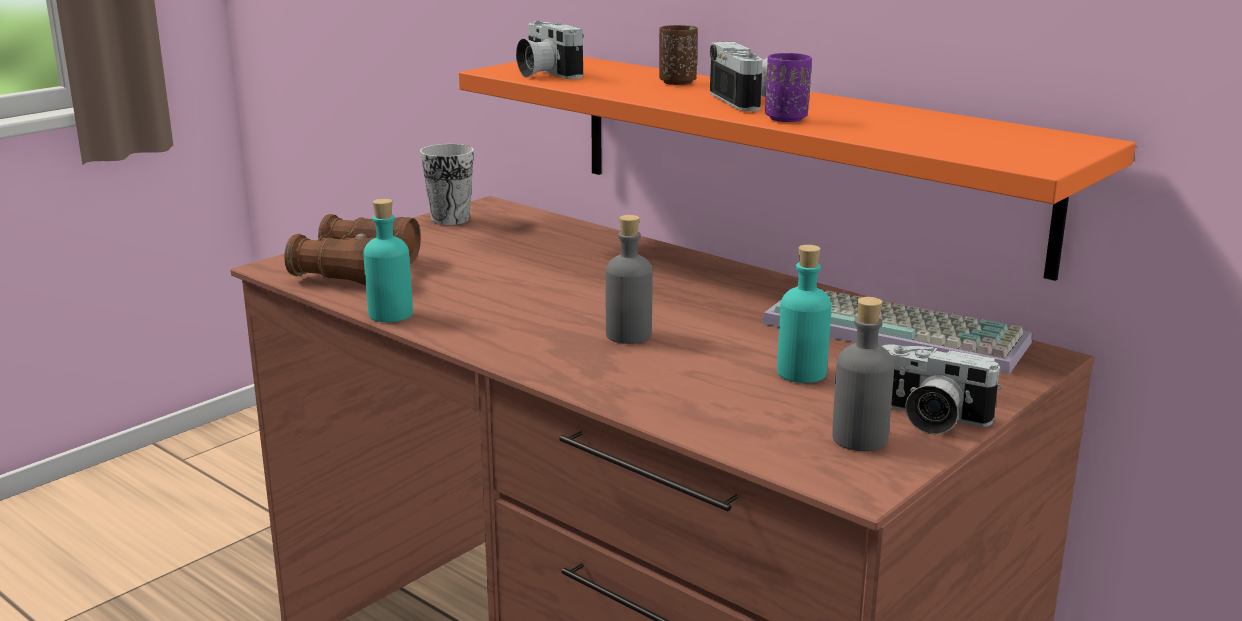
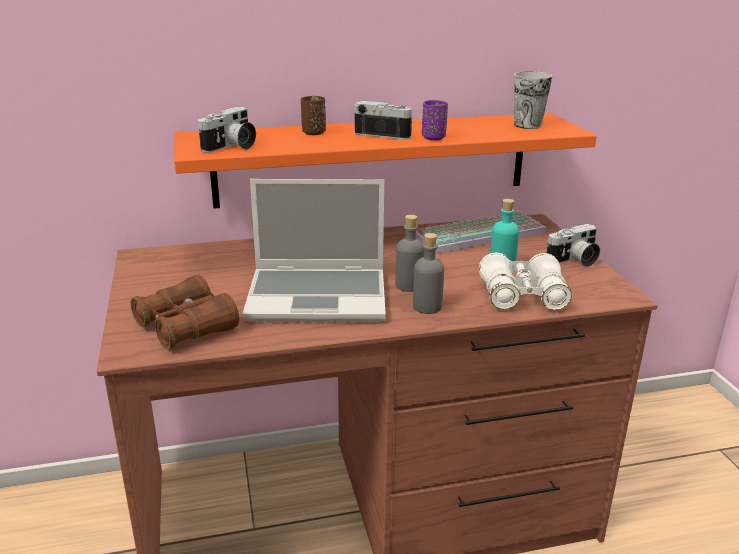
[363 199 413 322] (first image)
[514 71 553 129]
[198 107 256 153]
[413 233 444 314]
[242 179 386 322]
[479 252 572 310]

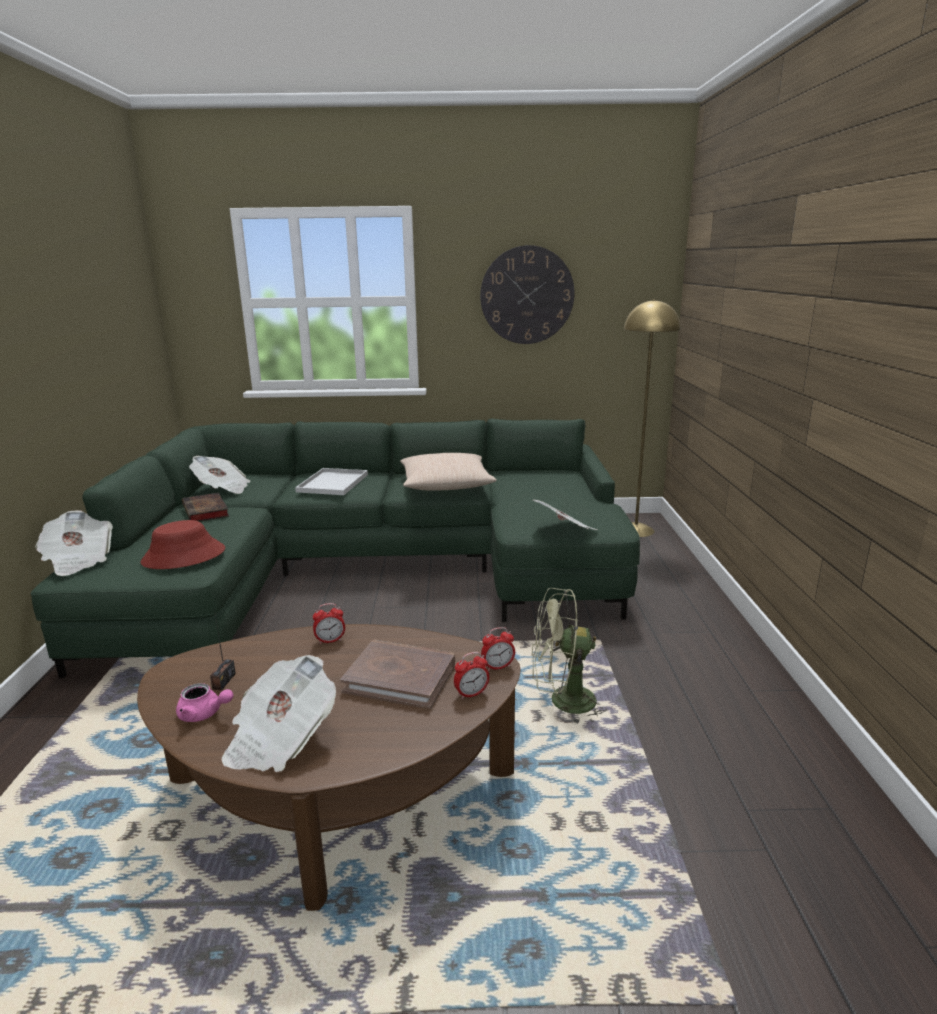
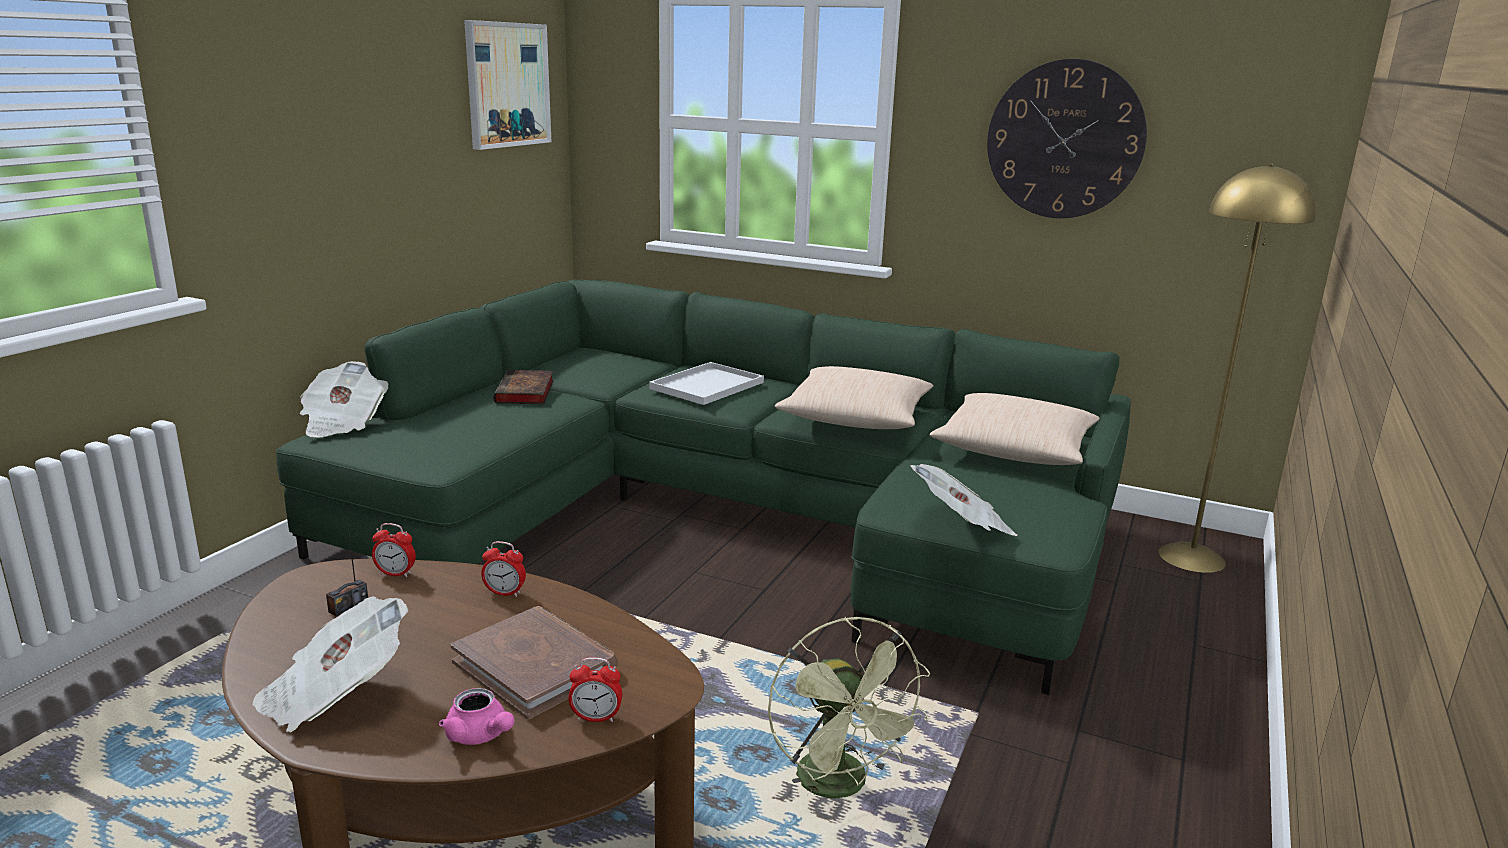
[140 520 225 569] (first image)
[439 688 514 745]
[189 456 250 494] (first image)
[372 523 416 577]
[768 617 930 798]
[464 20 551 150]
[929 393 1100 465]

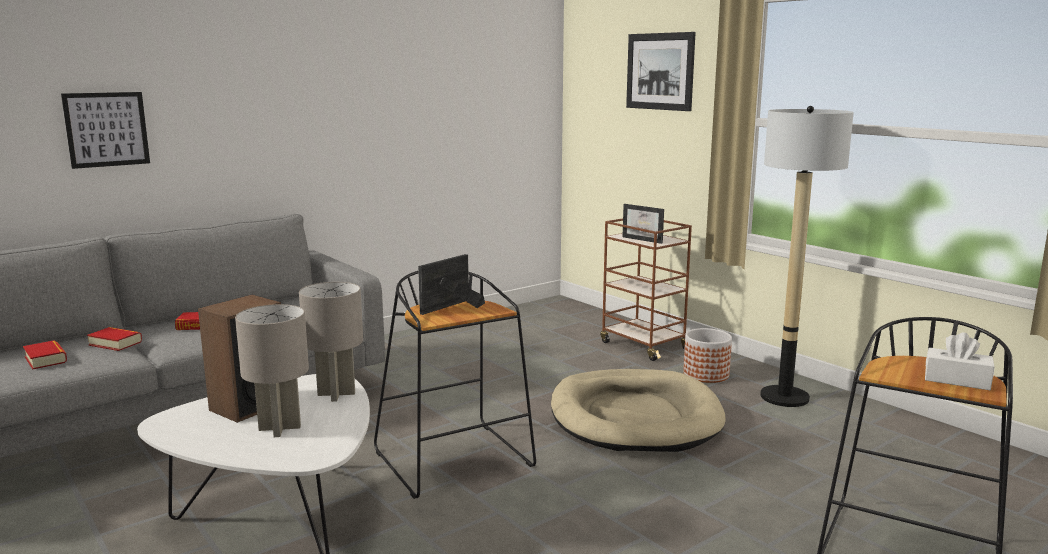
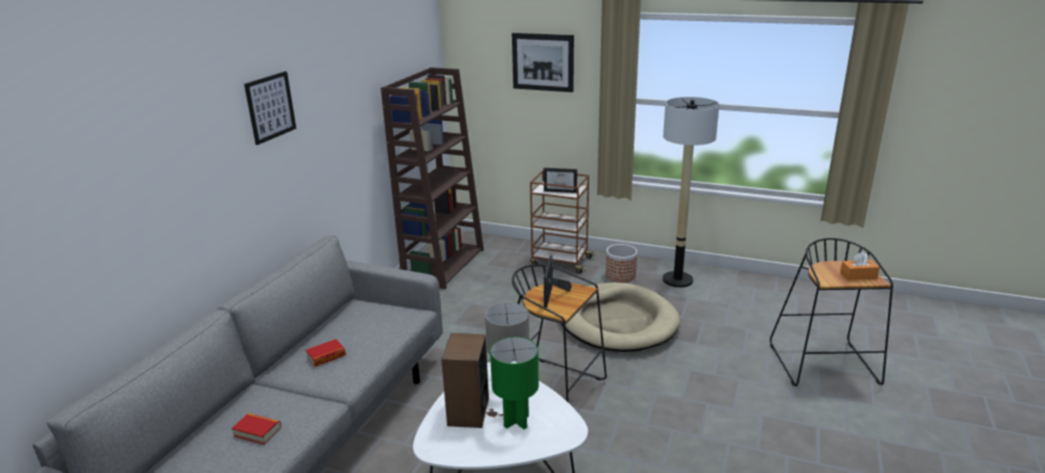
[244 71 296 145]
[87 327 142 351] (first image)
[490 337 539 430]
[840 252 880 280]
[381 67 484 289]

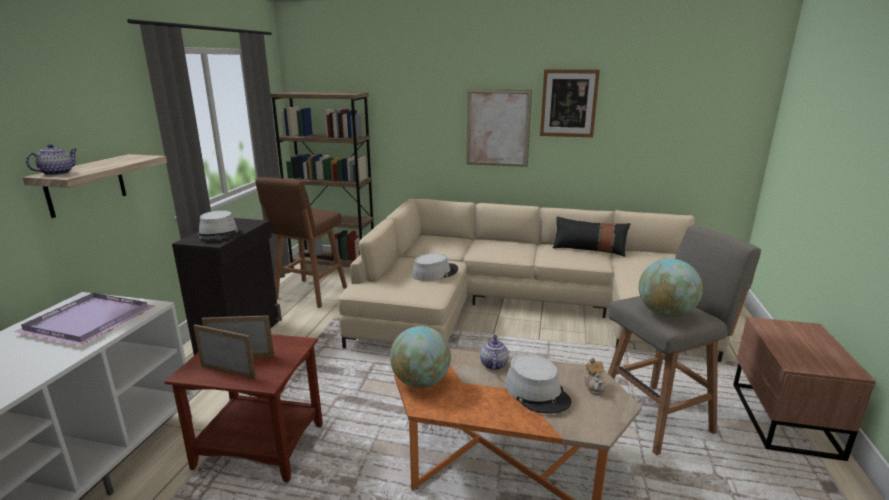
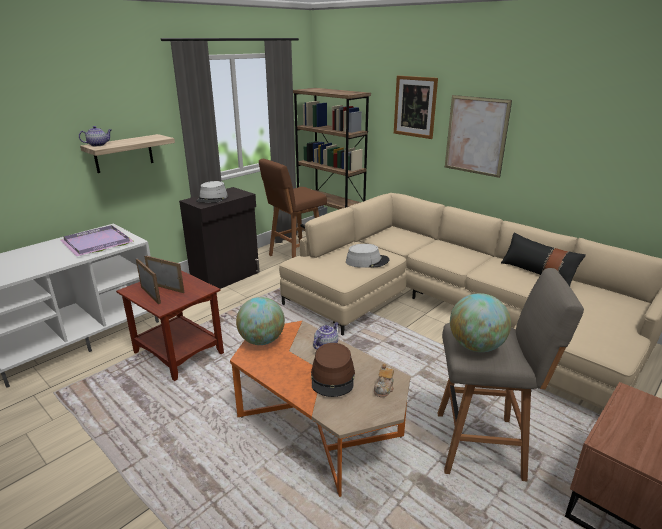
[311 343 355 397]
[394 76 438 139]

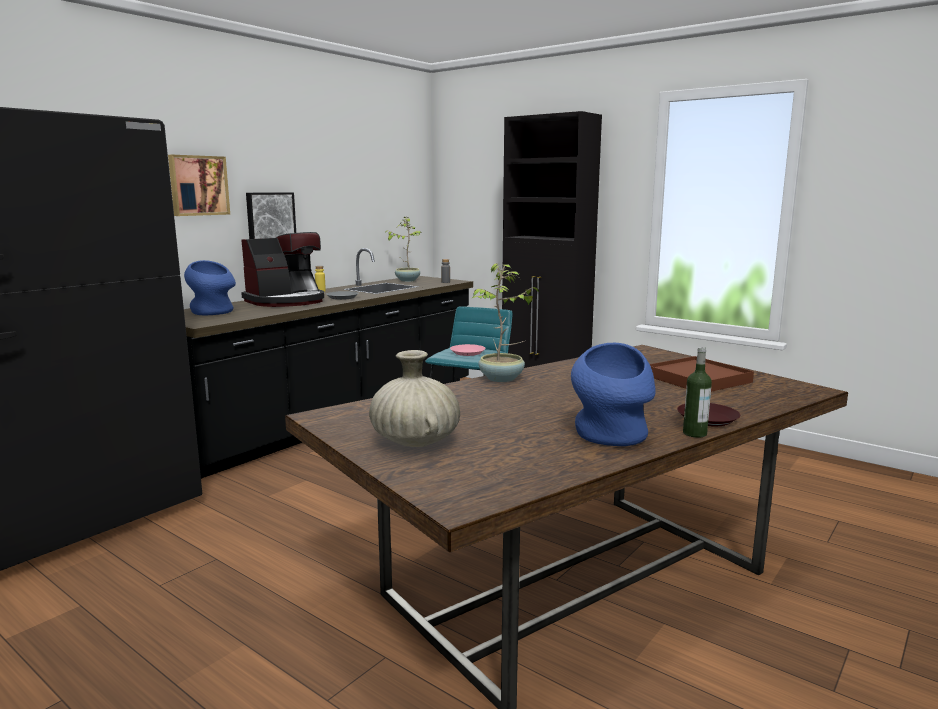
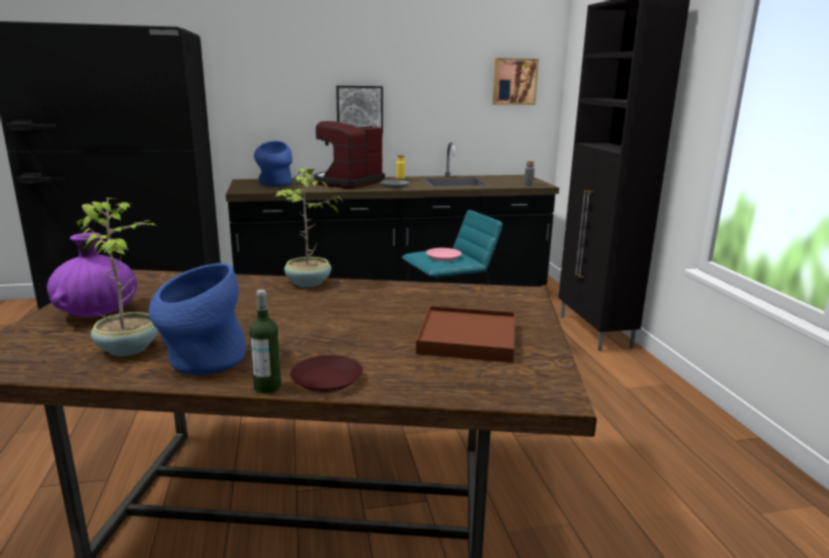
[492 58 539 105]
[314 121 385 189]
[47 233 137 317]
[76 198 159 356]

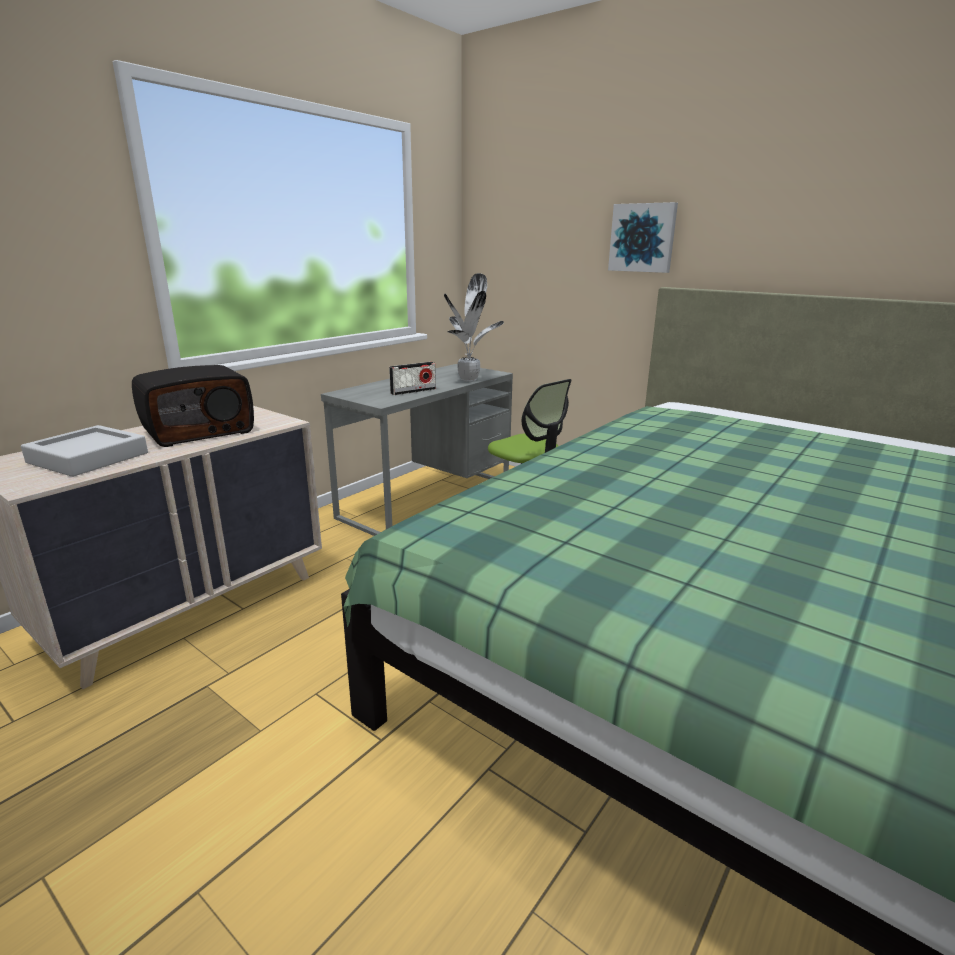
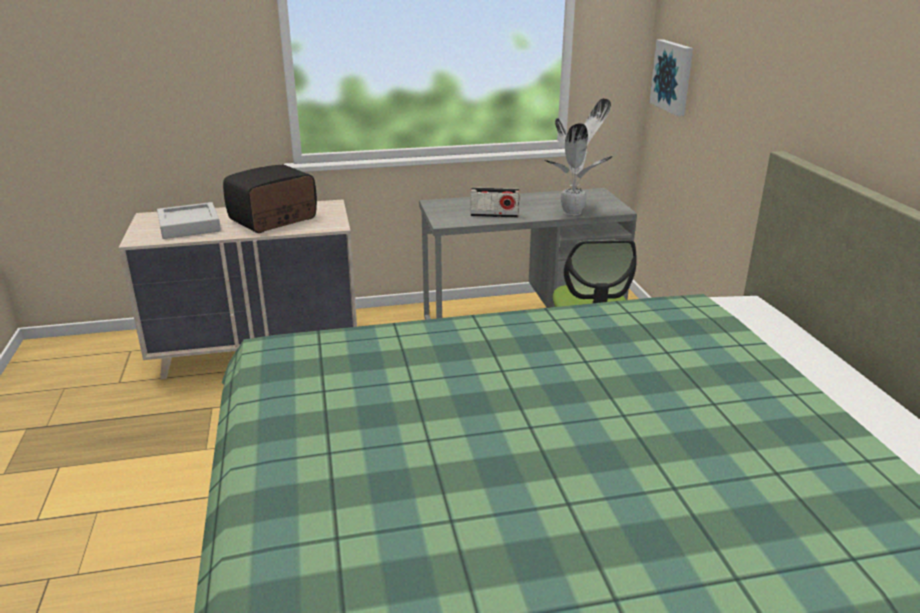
[223 165 317 233]
[649 39 693 116]

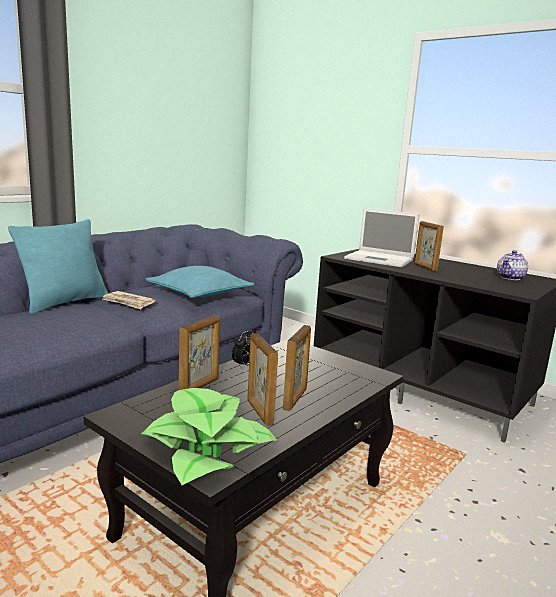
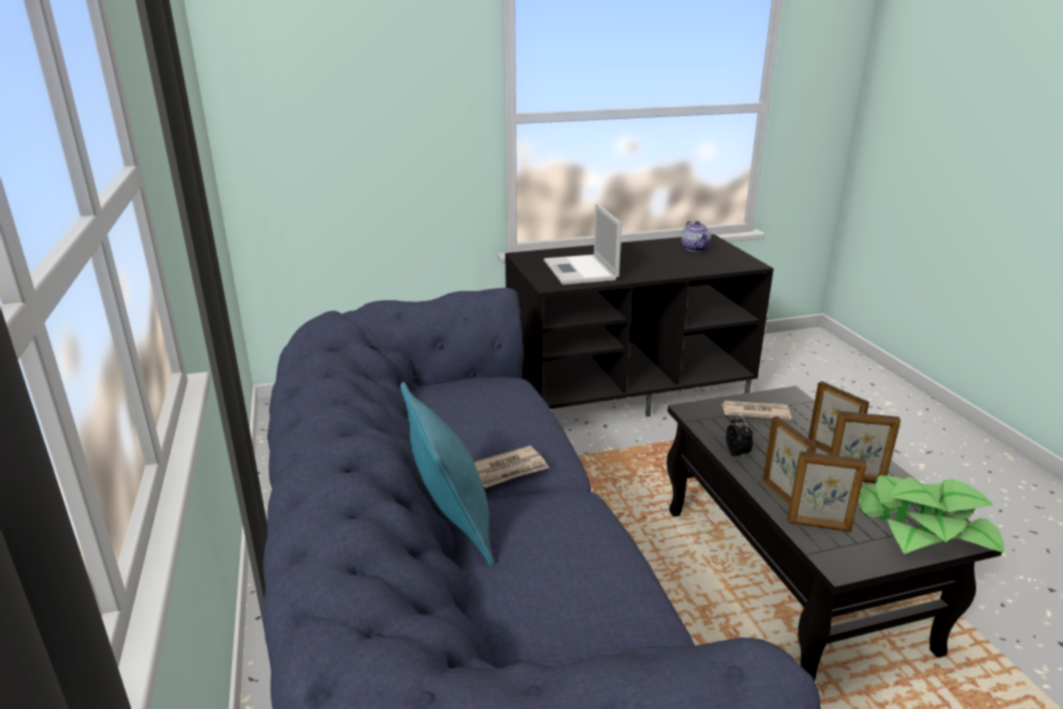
[146 266 254 298] (first image)
[544 204 622 285]
[787 451 867 532]
[722 401 792 420]

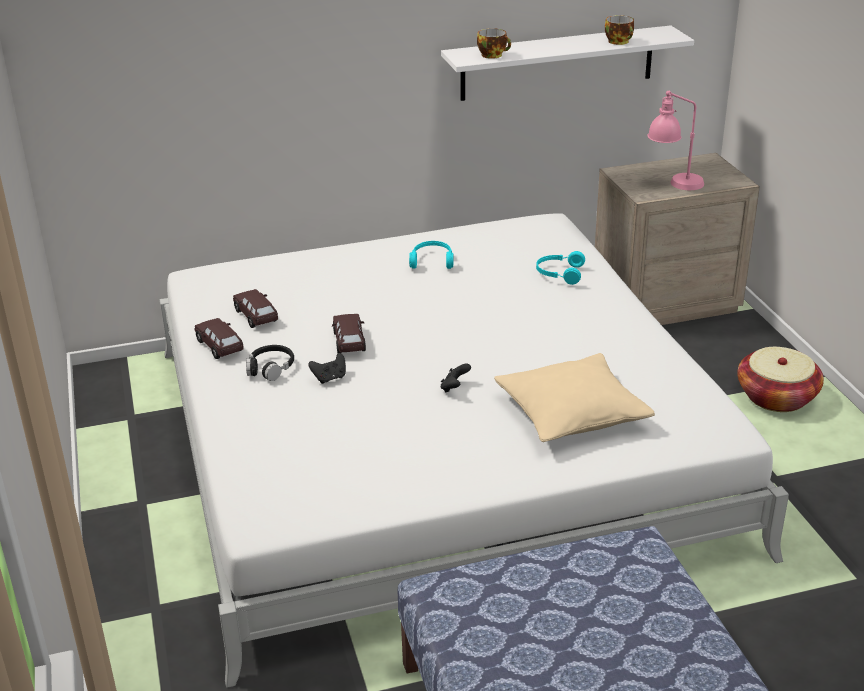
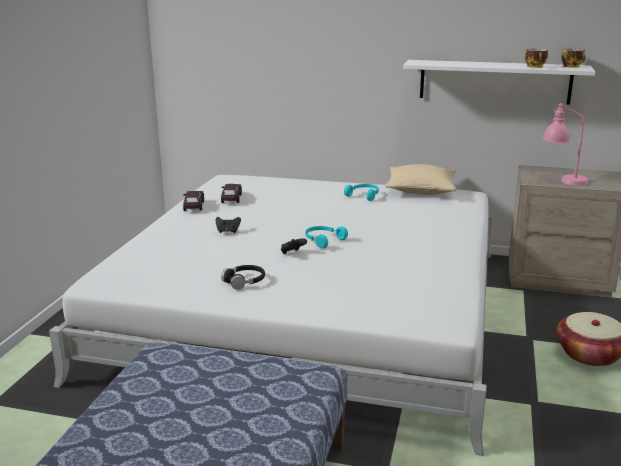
[221 265 265 290]
[332 314 366 353] (first image)
[561 48 586 68]
[385 164 456 195]
[306 226 348 248]

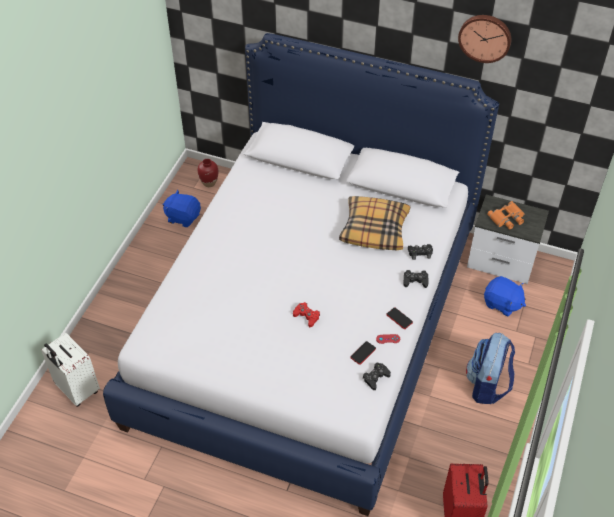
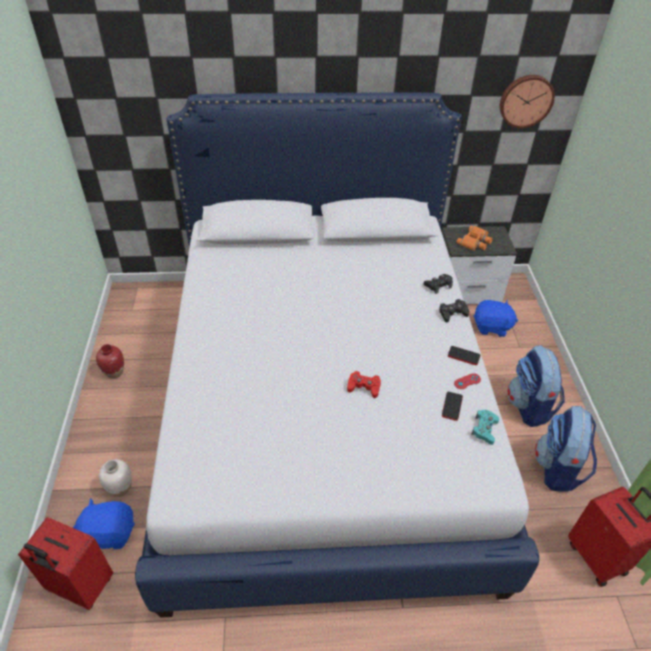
[18 517 113 610]
[73 498 135 549]
[96 344 124 379]
[339 196 410 250] (first image)
[471 410 499 445]
[500 75 555 128]
[99 459 132 497]
[535 406 597 491]

